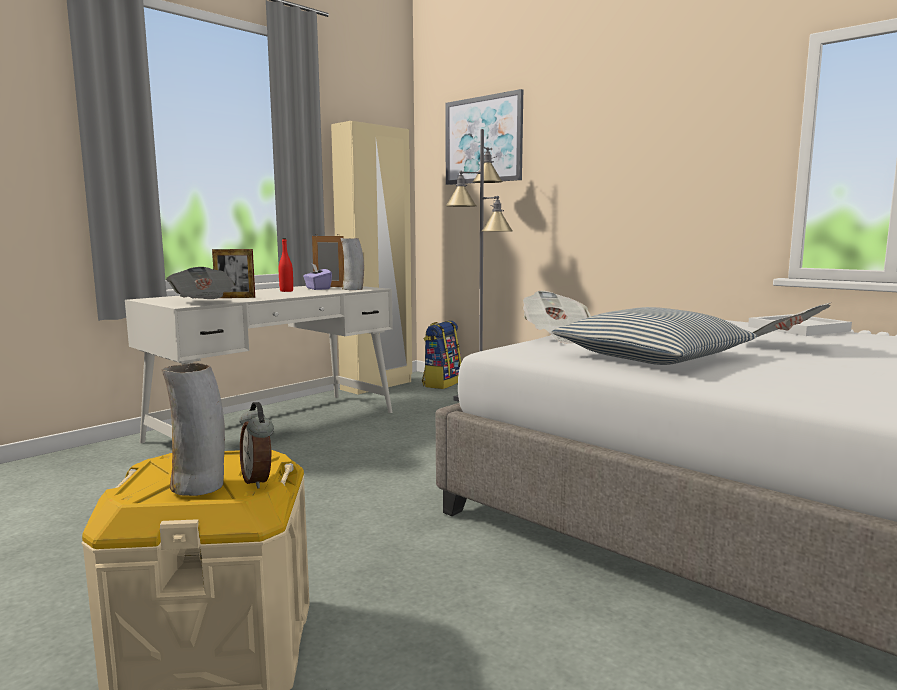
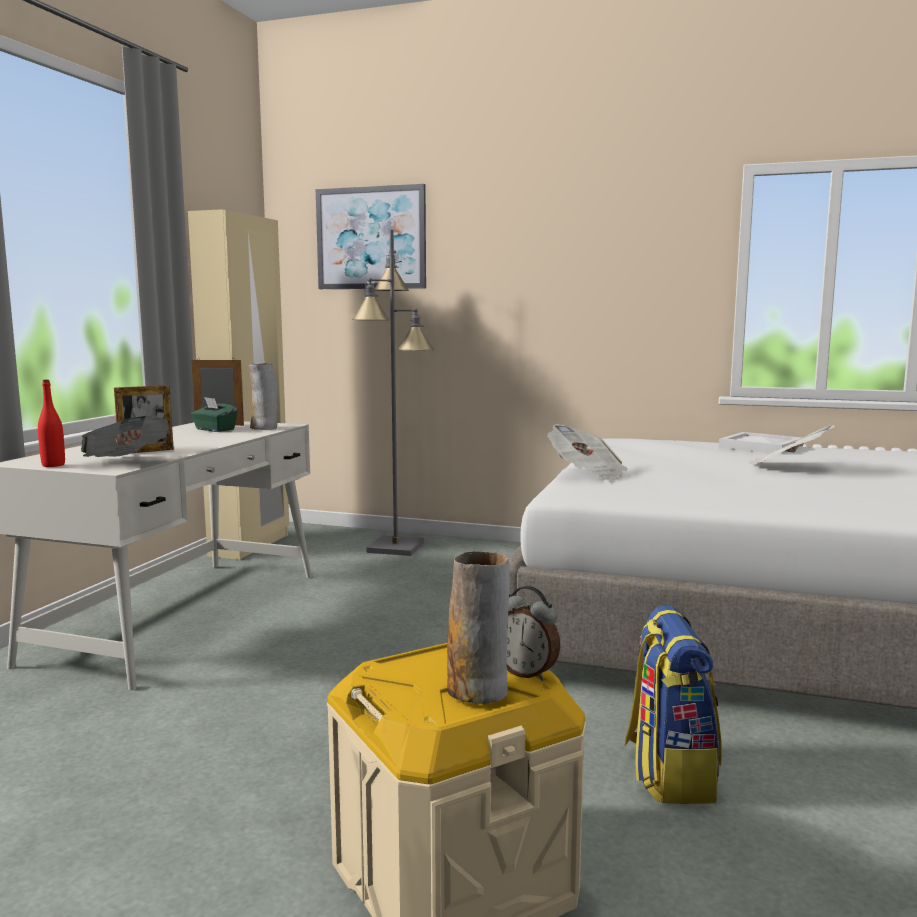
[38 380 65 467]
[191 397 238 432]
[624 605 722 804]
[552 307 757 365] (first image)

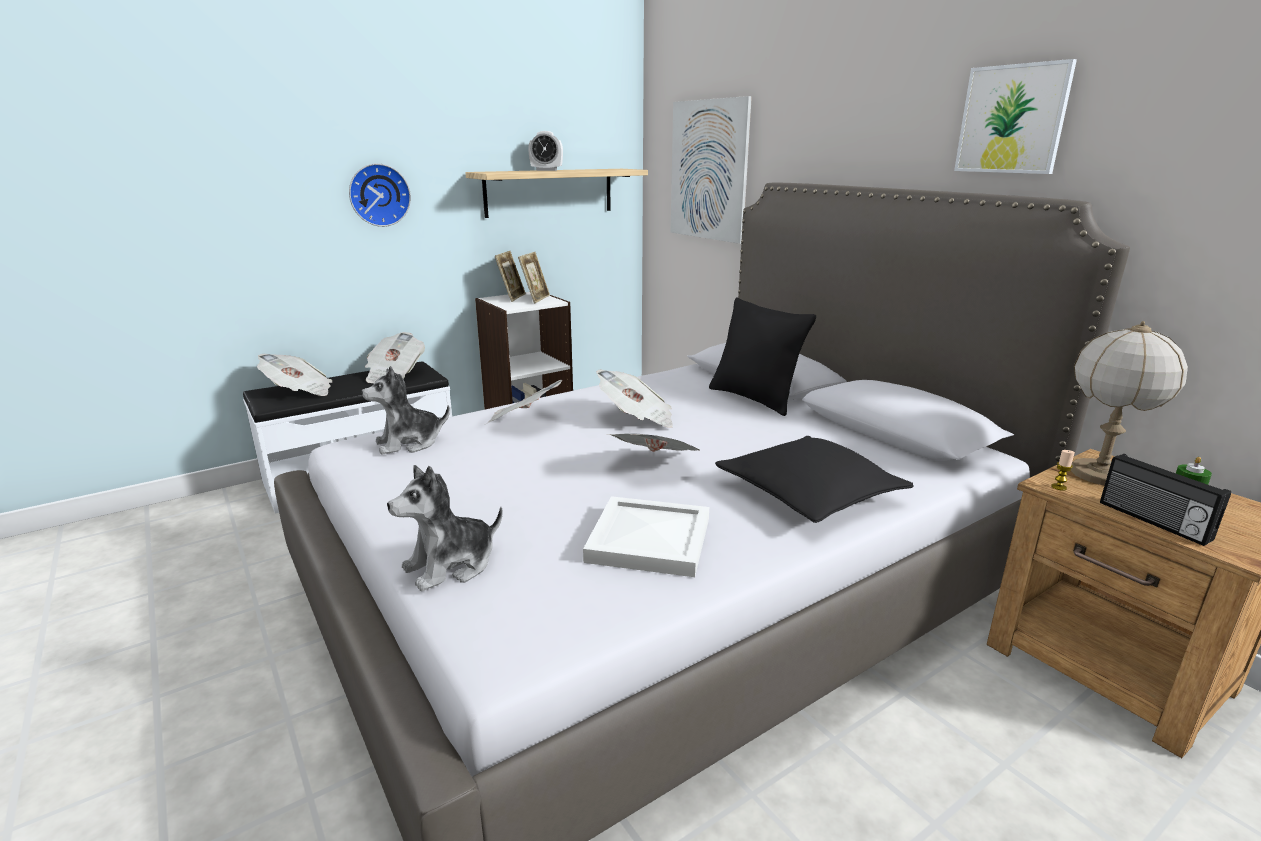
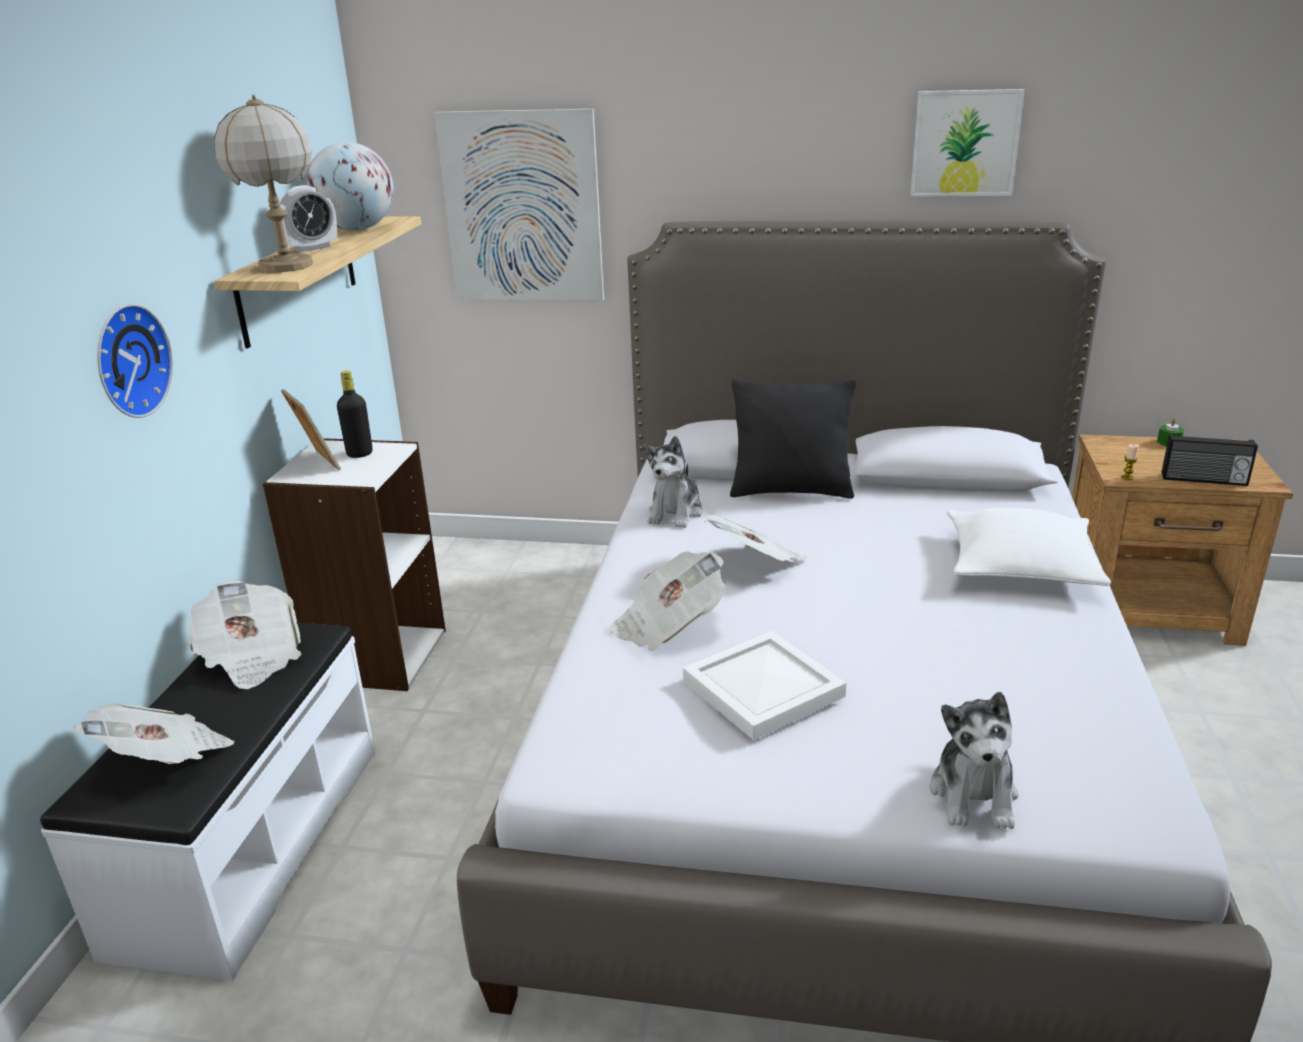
[643 436 703 528]
[337 371 373 458]
[683 631 846 740]
[607 433 699 452] (first image)
[947 508 1111 586]
[214 95 313 272]
[306 142 394 231]

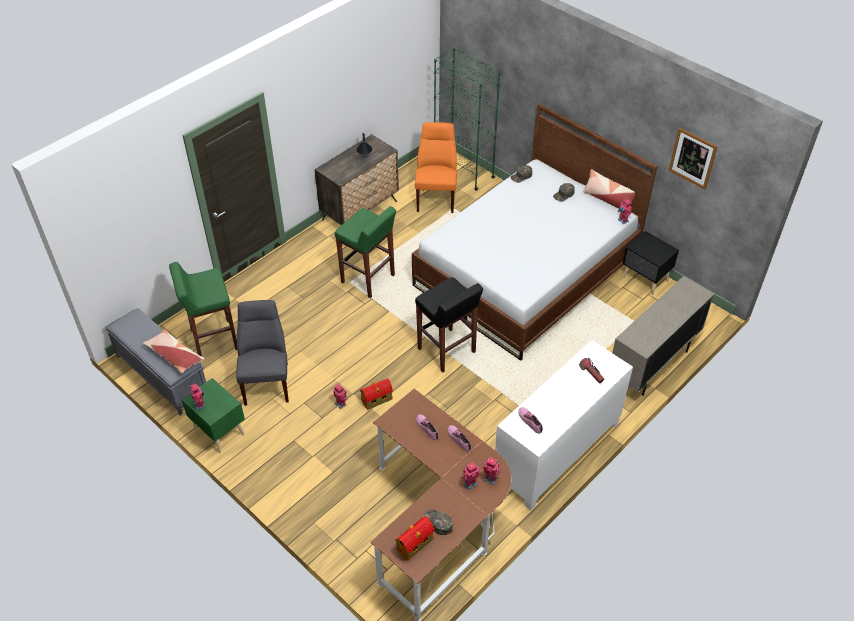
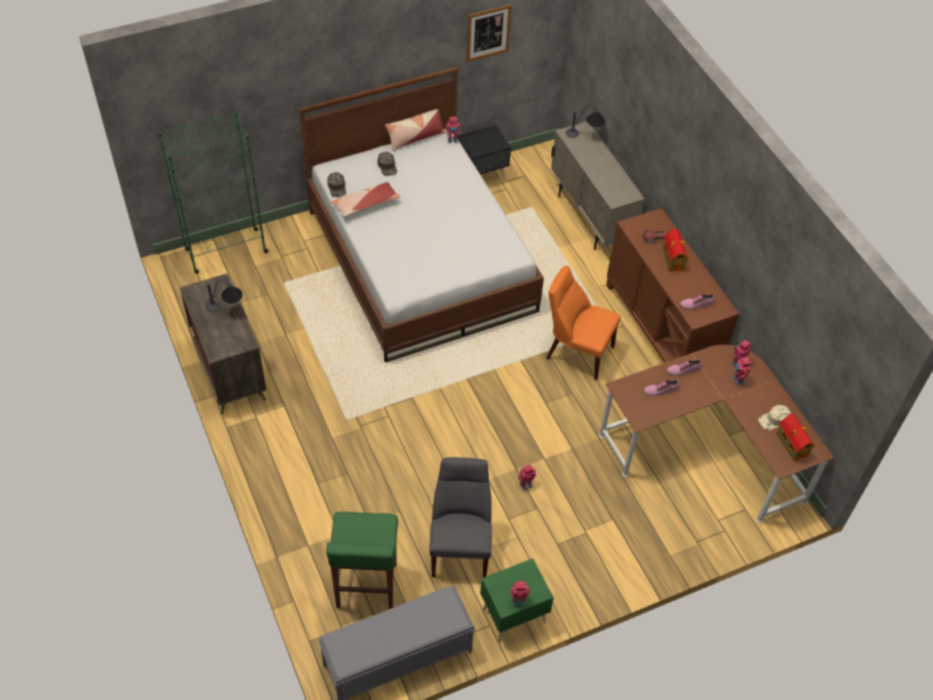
[331 181 401 217]
[429 457 492 578]
[335 206 396 298] (first image)
[663 228 688 272]
[546 266 621 380]
[415 277 483 373] (first image)
[758 405 791 430]
[606 208 739 363]
[566 106 605 138]

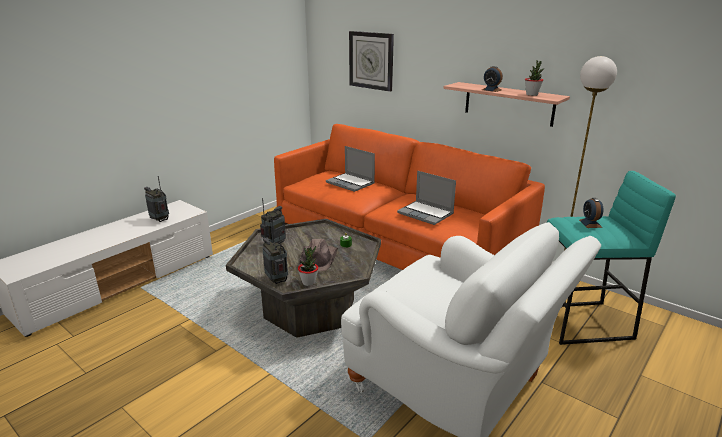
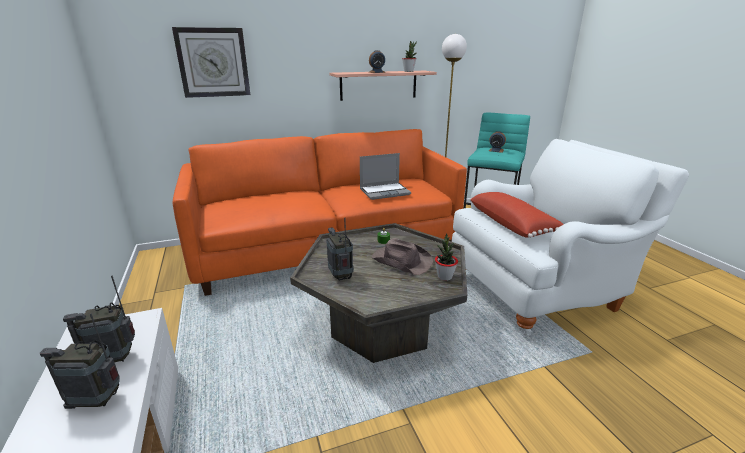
[40 313 120 409]
[326 146 375 192] (first image)
[469 192 564 238]

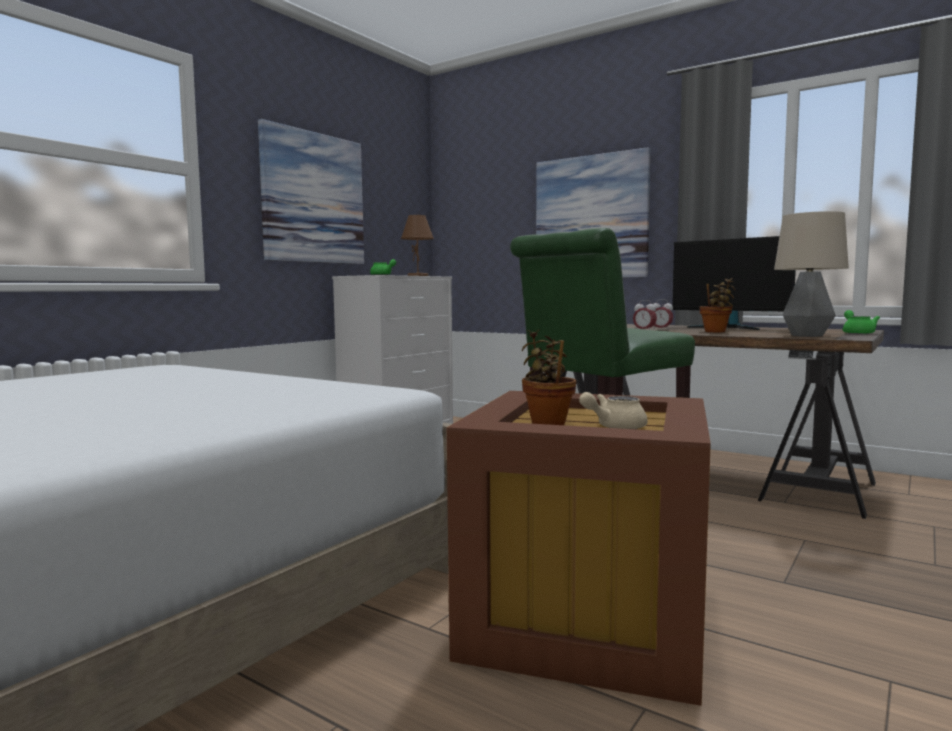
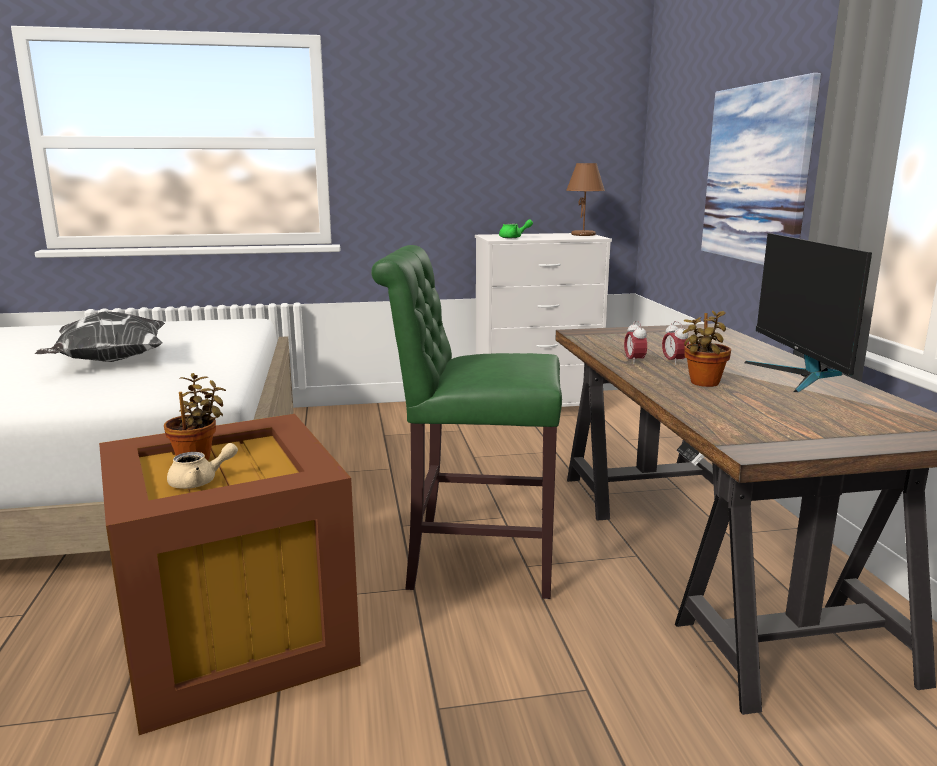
[258 119 364 264] (first image)
[167 443 238 489]
[774 211 849 337] (first image)
[843 310 880 334] (first image)
[35 311 165 362]

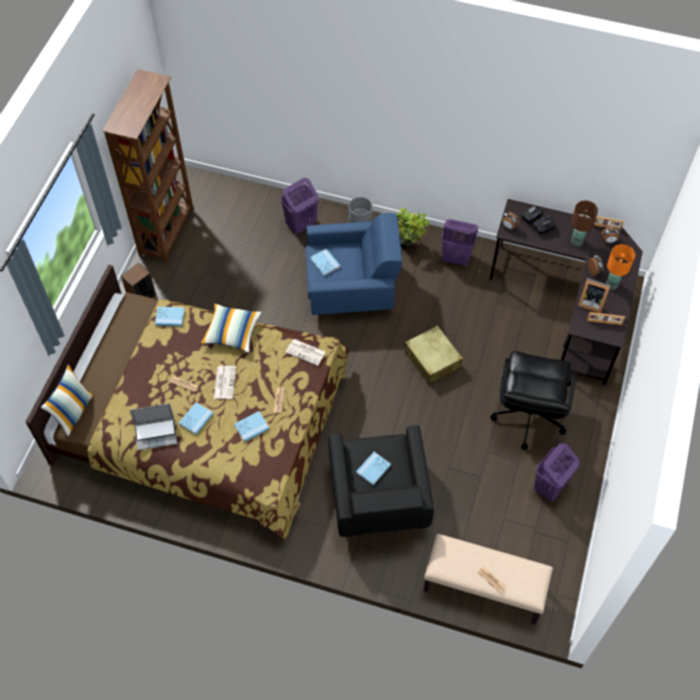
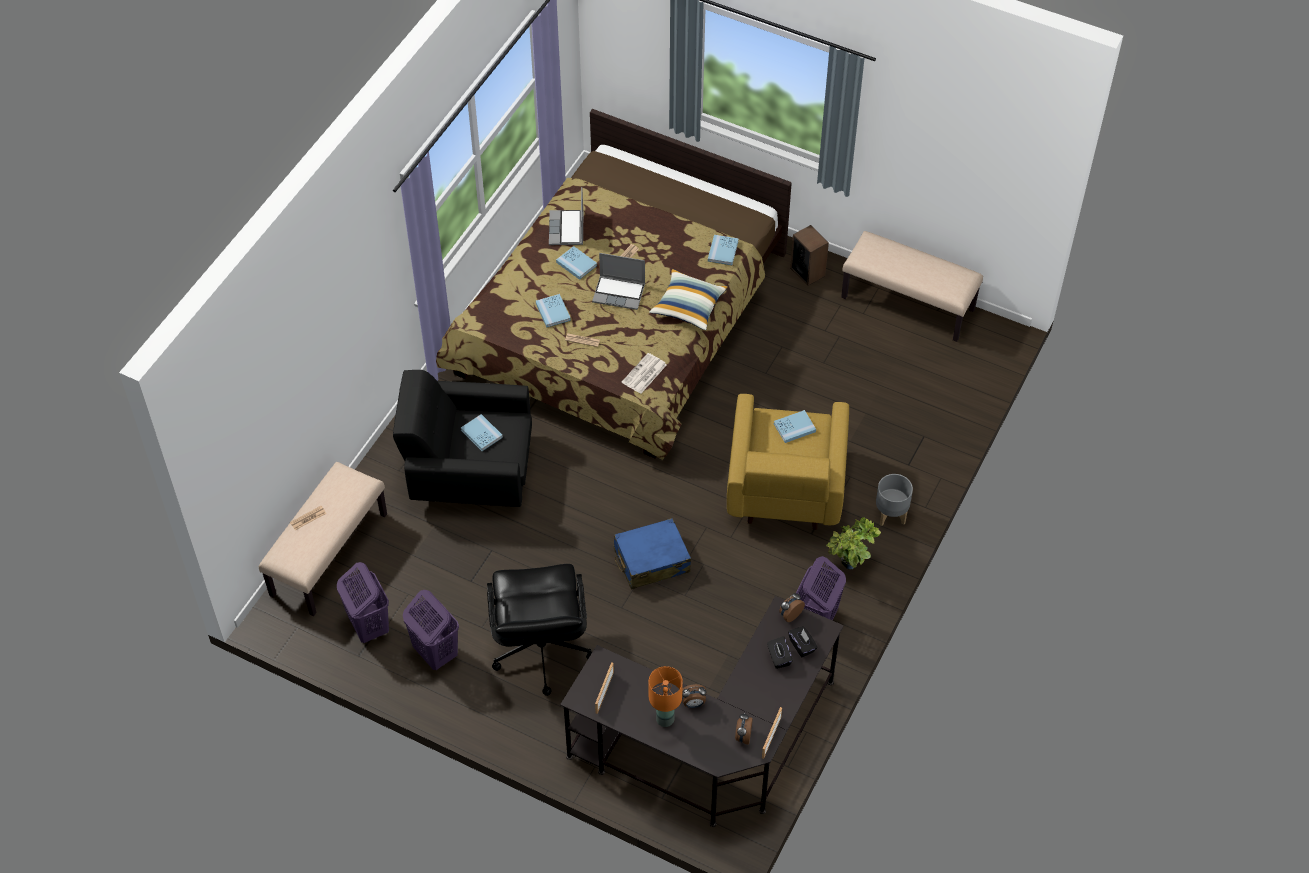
[41 364 94 436] (first image)
[841 231 983 342]
[592 253 645 310]
[337 562 389 643]
[727 394 849 530]
[614 518 691 590]
[487 564 592 696]
[571 200 598 246] (first image)
[578 278 611 313] (first image)

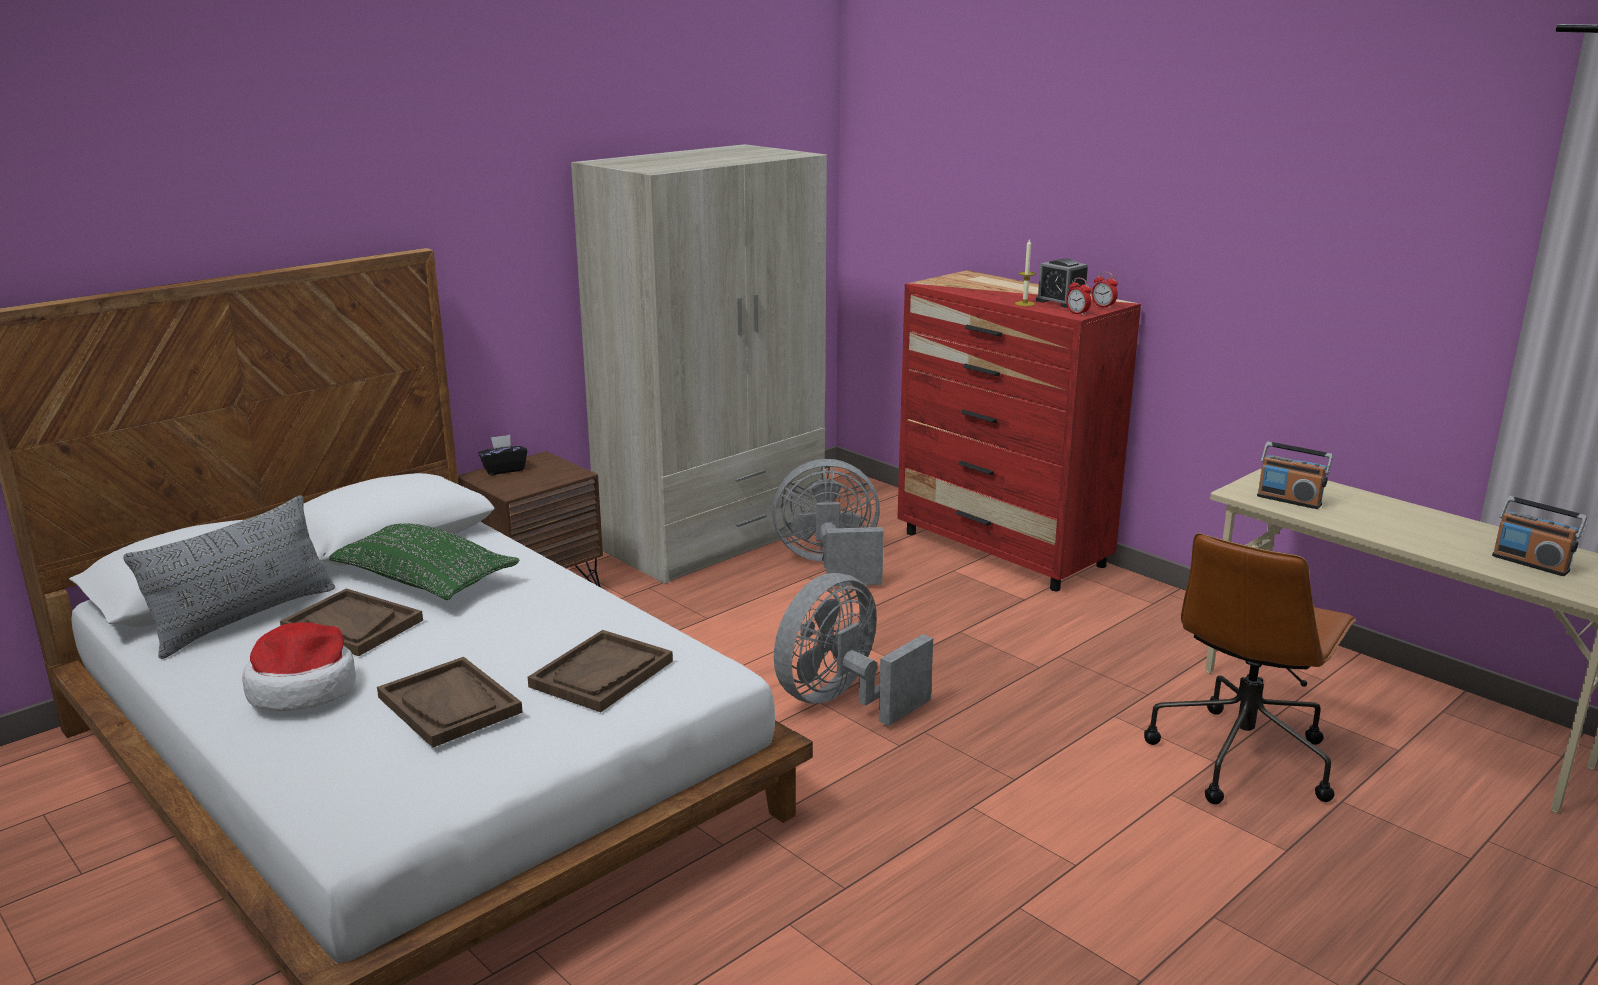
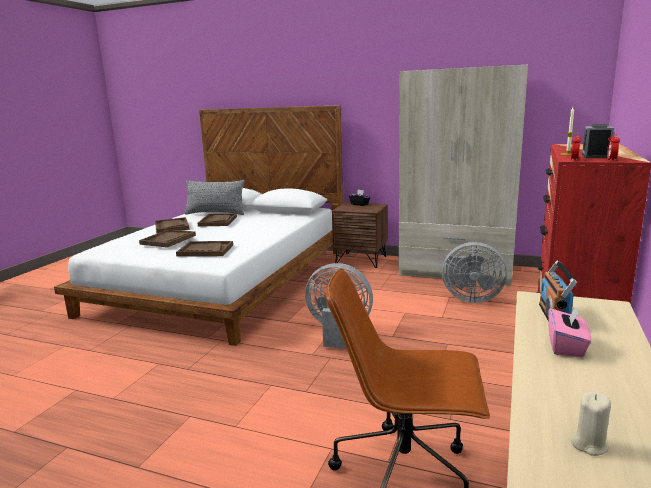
[155 217 190 233]
[323 523 519 600] (first image)
[442 242 507 303]
[571 392 611 456]
[548 306 591 358]

